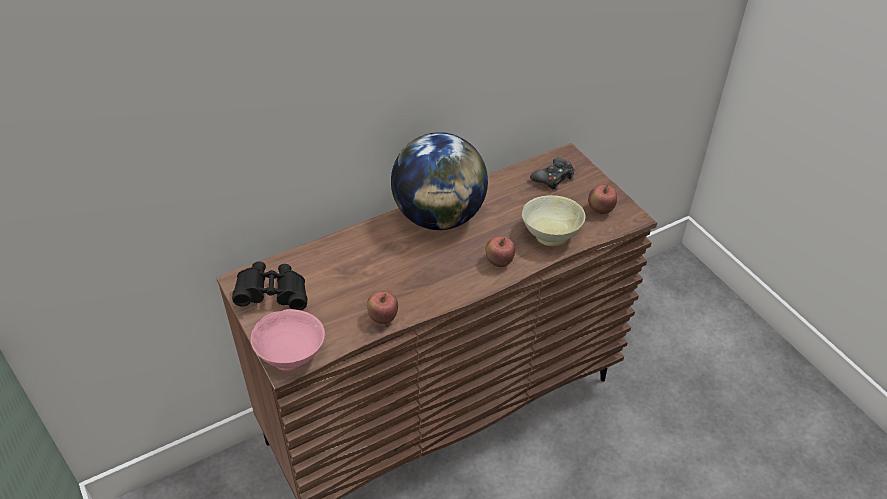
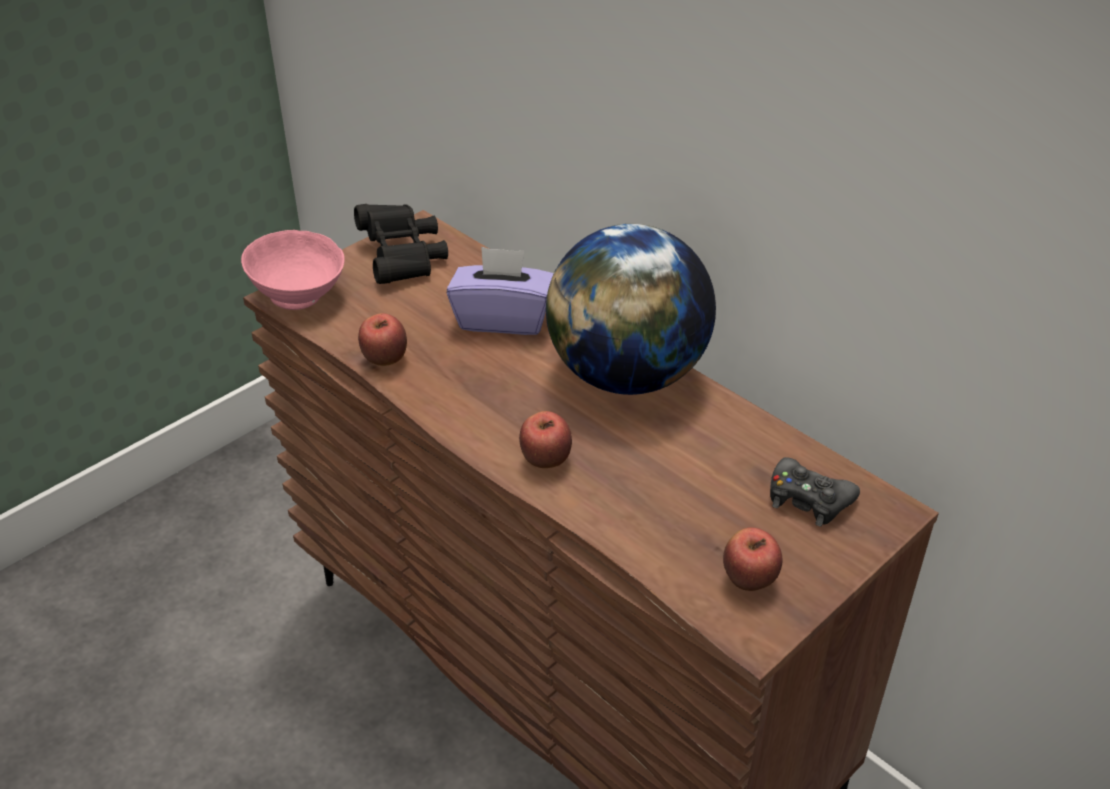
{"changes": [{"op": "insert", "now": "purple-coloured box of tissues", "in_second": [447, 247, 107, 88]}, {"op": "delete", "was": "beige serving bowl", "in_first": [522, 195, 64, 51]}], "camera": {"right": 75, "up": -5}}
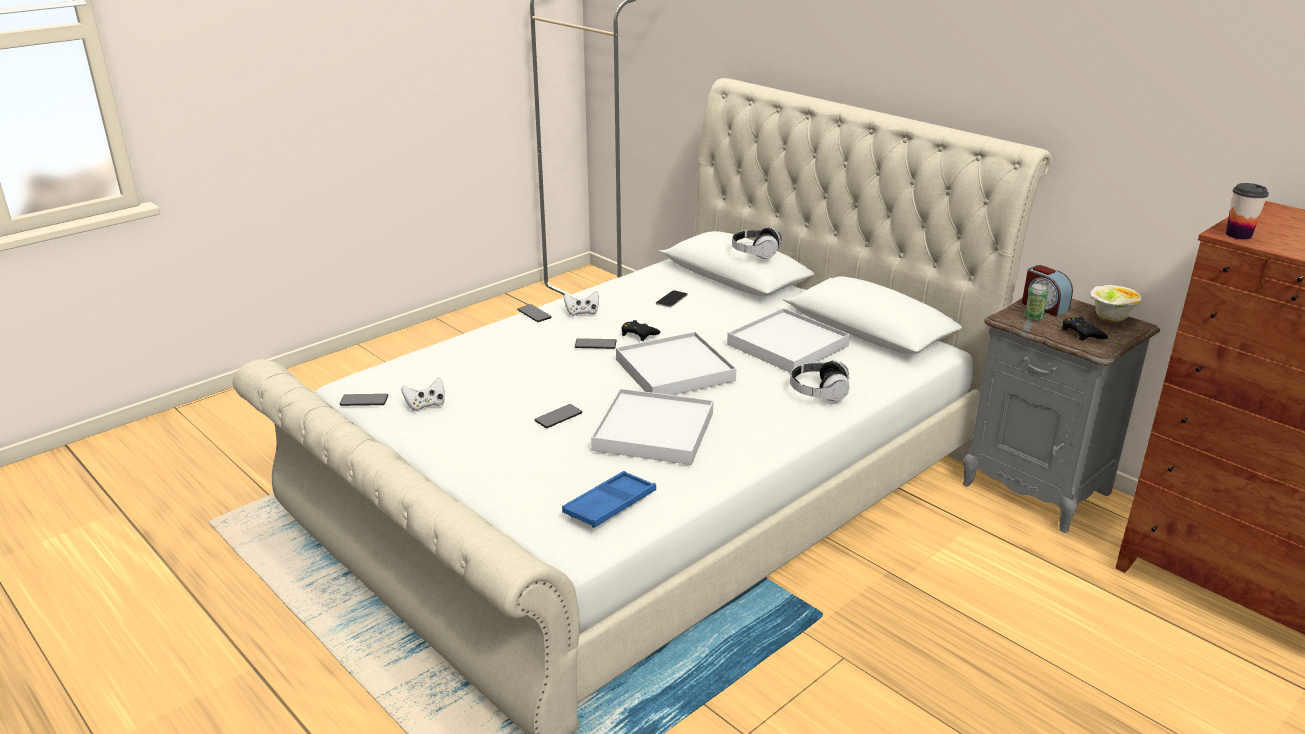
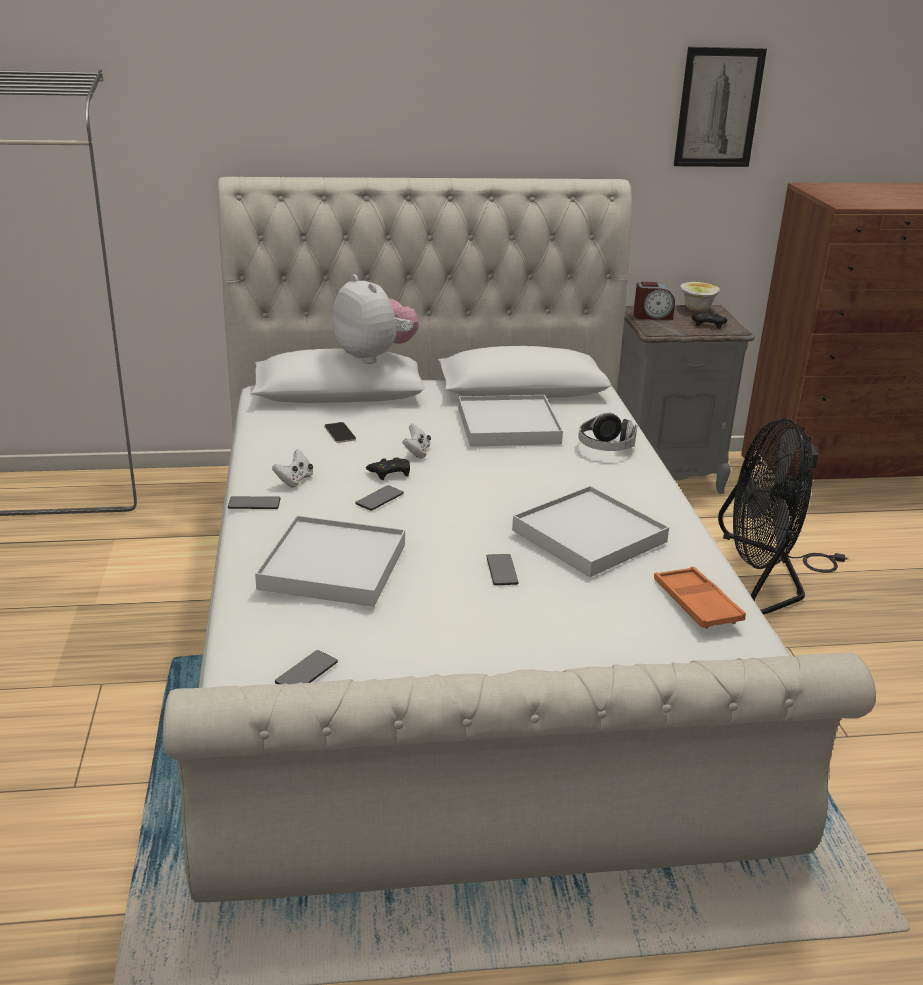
{"changes": [{"op": "move", "was": "white-coloured tray", "in_first": [616, 332, 121, 63], "in_second": [255, 515, 150, 92]}, {"op": "replace", "was": "headphones", "now": "soft toy", "in_first": [732, 227, 50, 32], "in_second": [332, 274, 87, 90]}, {"op": "move", "was": "white-coloured gamepad", "in_first": [401, 377, 44, 34], "in_second": [402, 423, 29, 35]}, {"op": "recolor", "was": "bluish tray", "now": "orange-coloured tray", "in_first": [562, 471, 94, 57], "in_second": [654, 566, 92, 63]}, {"op": "insert", "now": "wall picture", "in_second": [674, 47, 93, 120]}, {"op": "insert", "now": "blackish cooling fan", "in_second": [718, 419, 130, 196]}, {"op": "delete", "was": "sealed can", "in_first": [1025, 284, 23, 37]}, {"op": "delete", "was": "small cup", "in_first": [1226, 183, 43, 57]}], "camera": {"right": -55, "up": 0}}
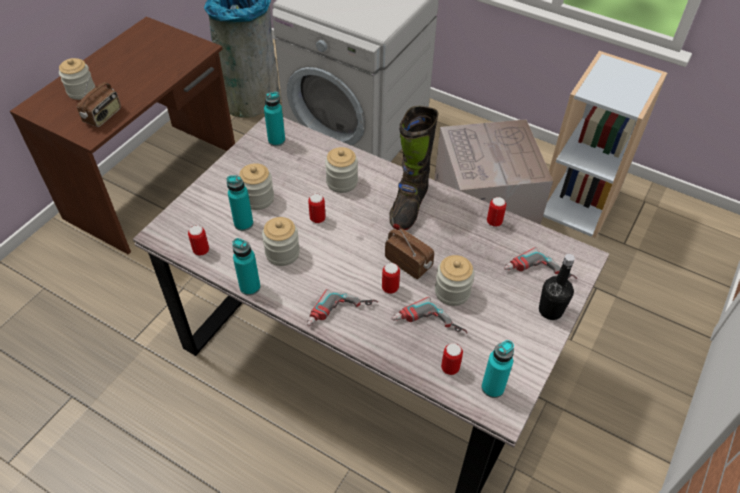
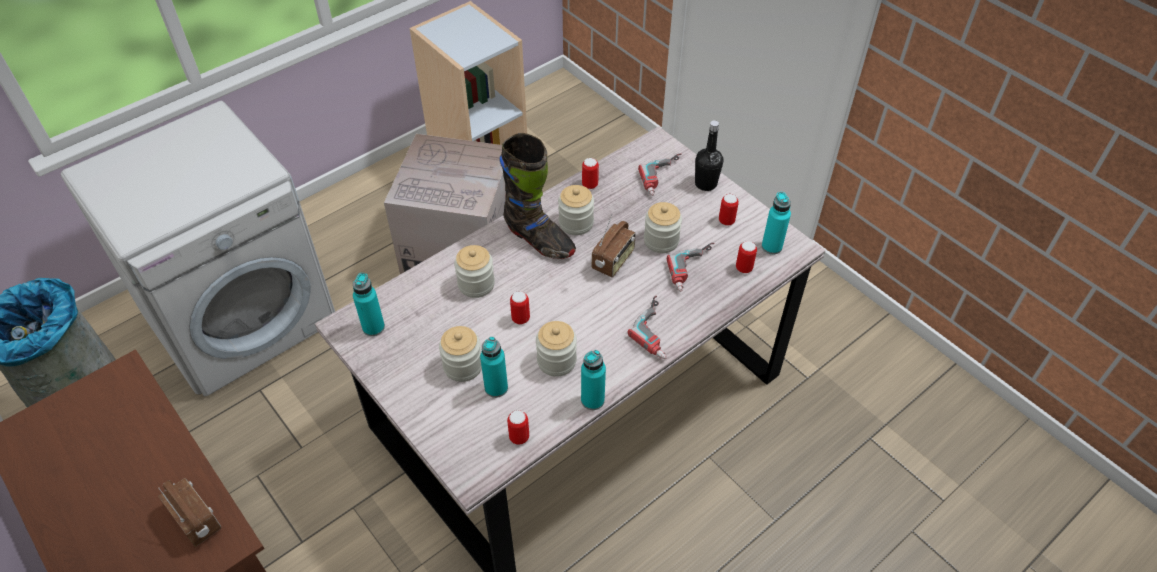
{"changes": [{"op": "move", "was": "preserve jar", "in_first": [59, 58, 36, 42], "in_second": [558, 185, 36, 50]}, {"op": "rotate", "was": "radio receiver", "in_first": [385, 228, 49, 51], "in_second": [592, 214, 43, 64], "clockwise": 150}, {"op": "move", "was": "sealed can", "in_first": [382, 263, 18, 31], "in_second": [719, 194, 20, 32]}], "camera": {"right": -70, "up": 0}}
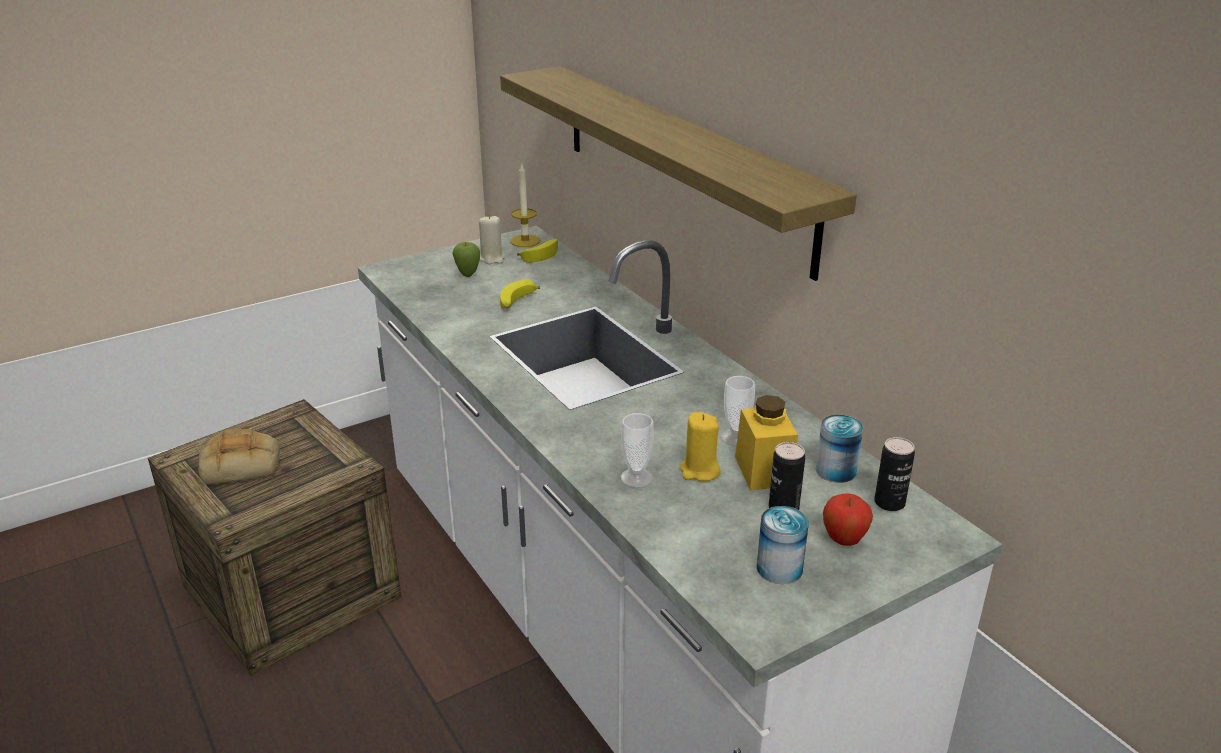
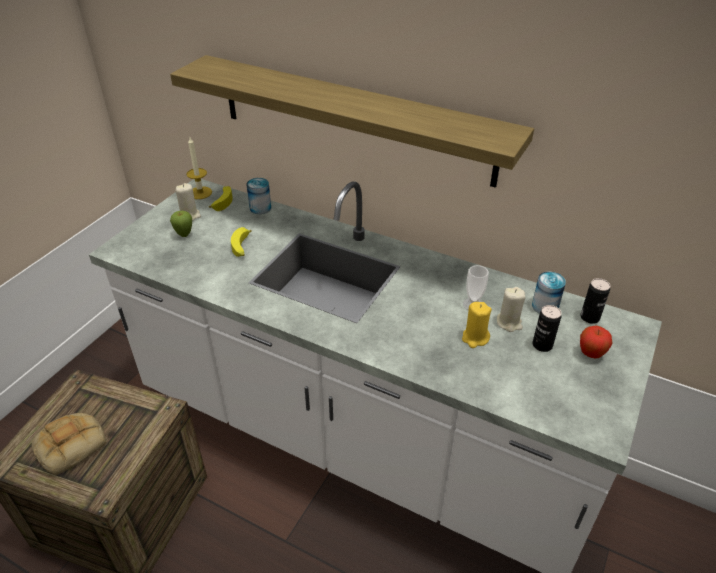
{"changes": [{"op": "move", "was": "sealed can", "in_first": [757, 506, 52, 78], "in_second": [246, 178, 25, 36]}, {"op": "replace", "was": "yellow-coloured preserve jar", "now": "beige candle", "in_first": [735, 395, 63, 95], "in_second": [497, 287, 28, 45]}, {"op": "delete", "was": "small cup", "in_first": [620, 413, 34, 75]}], "camera": {"right": -30, "up": 10}}
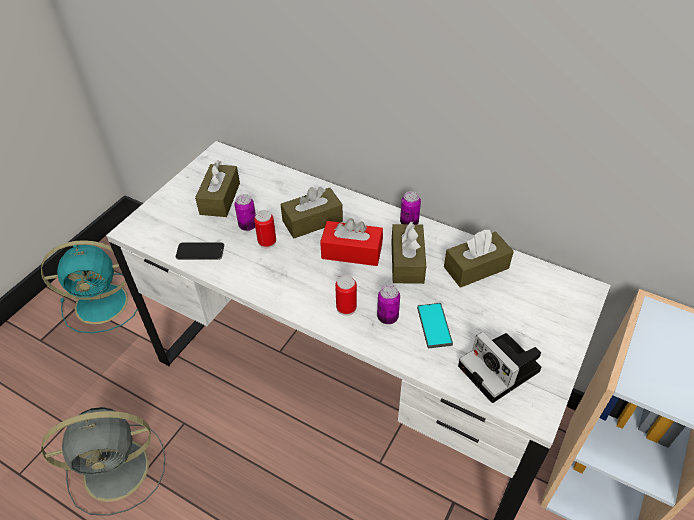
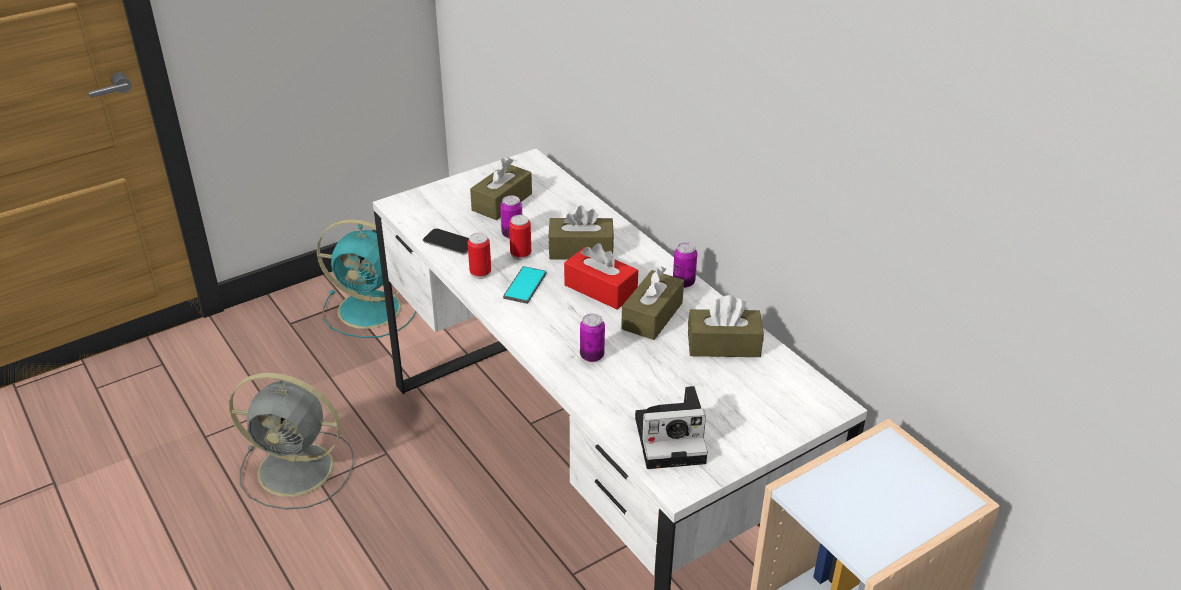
{"changes": [{"op": "move", "was": "sealed can", "in_first": [335, 275, 22, 41], "in_second": [468, 233, 23, 46]}, {"op": "move", "was": "phone", "in_first": [417, 303, 36, 45], "in_second": [503, 266, 44, 38]}, {"op": "rotate", "was": "still camera", "in_first": [458, 331, 84, 72], "in_second": [635, 386, 73, 83], "clockwise": -90}], "camera": {"right": 25, "up": -10}}
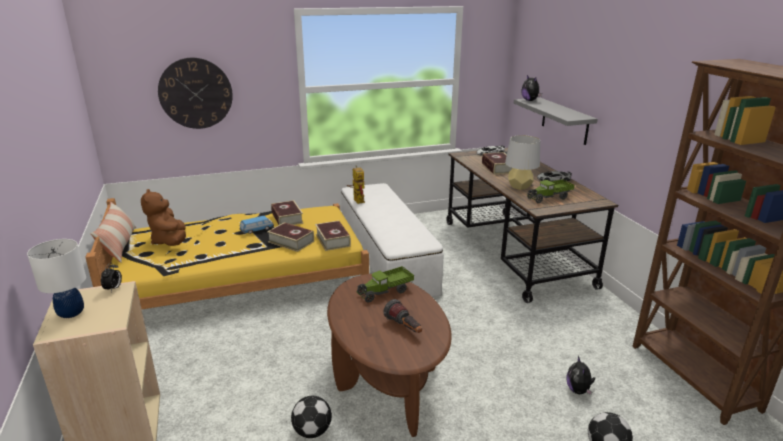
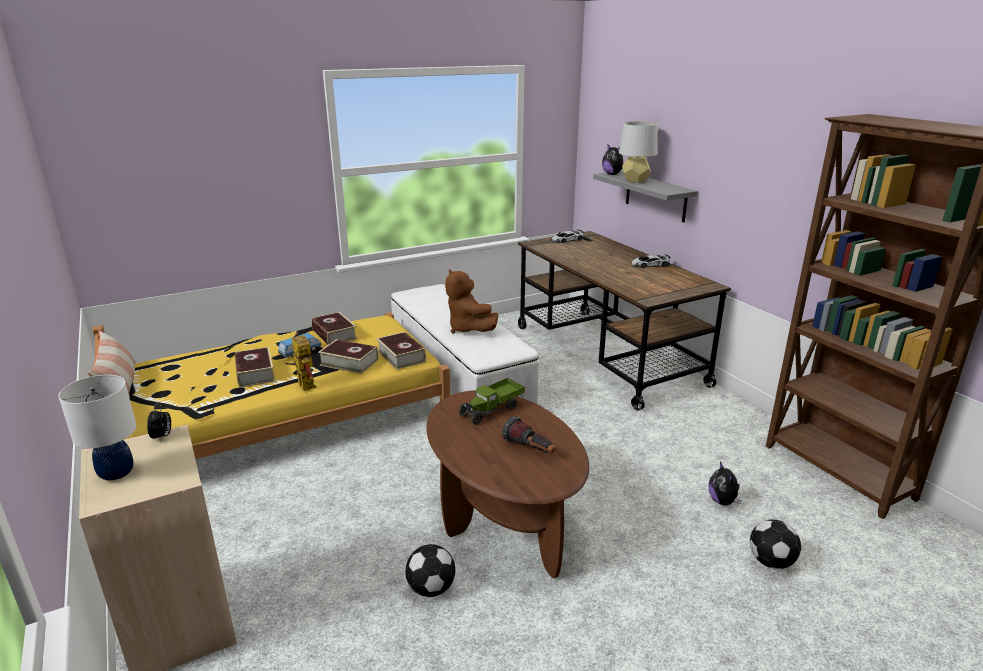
{"changes": [{"op": "move", "was": "bound book", "in_first": [482, 152, 30, 22], "in_second": [235, 347, 40, 41]}, {"op": "move", "was": "model robot", "in_first": [347, 165, 18, 39], "in_second": [285, 332, 31, 59]}, {"op": "move", "was": "brown-coloured soft toy", "in_first": [141, 189, 45, 57], "in_second": [445, 269, 53, 64]}, {"op": "move", "was": "greyish table lamp", "in_first": [505, 135, 35, 55], "in_second": [619, 122, 39, 61]}, {"op": "delete", "was": "clock on the wall", "in_first": [158, 58, 75, 71]}, {"op": "delete", "was": "toy truck", "in_first": [526, 179, 49, 24]}], "camera": {"right": -10, "up": 0}}
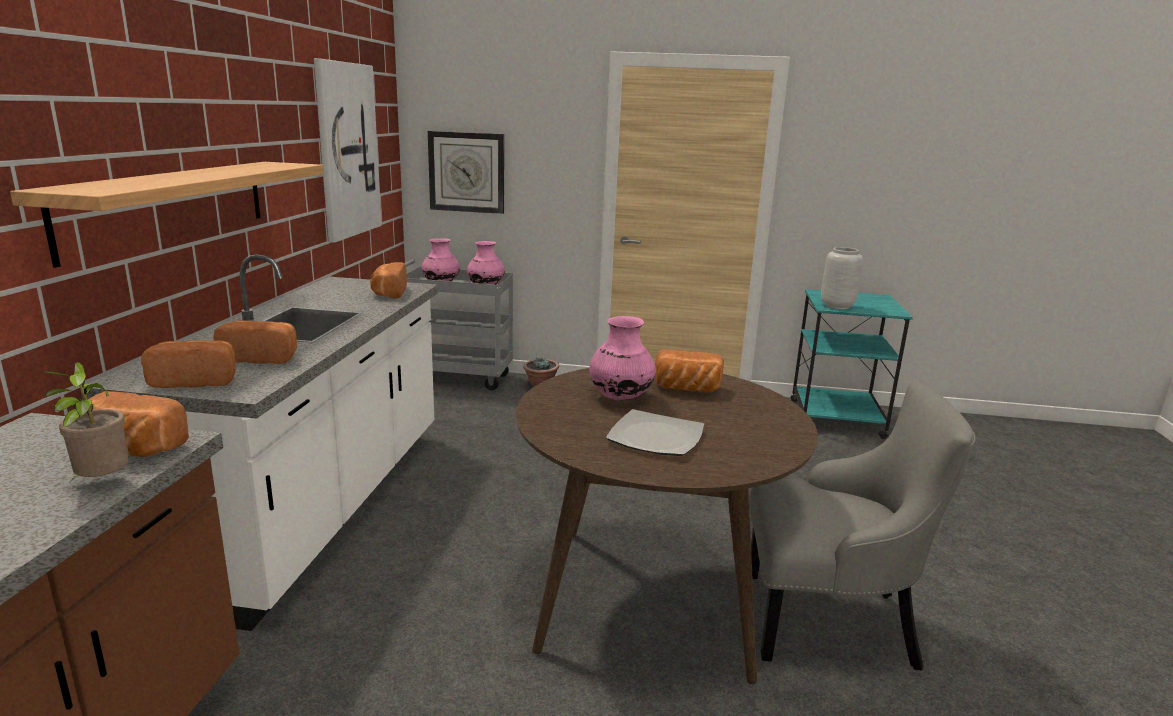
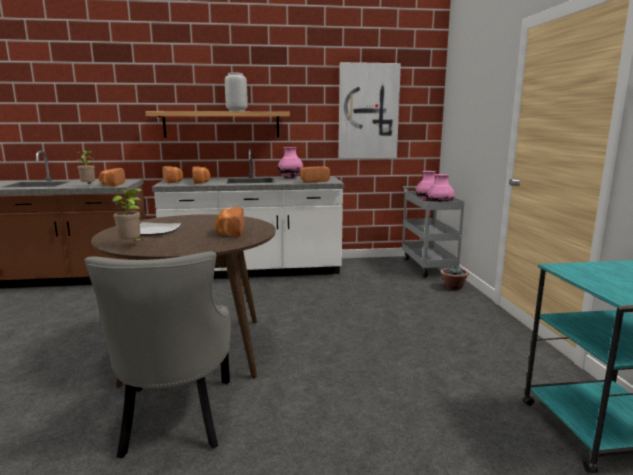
{"changes": [{"op": "insert", "now": "plant in a pot", "in_second": [112, 189, 33, 53]}, {"op": "move", "was": "greyish vase", "in_first": [821, 247, 42, 62], "in_second": [225, 73, 23, 38]}, {"op": "move", "was": "pinkish vase", "in_first": [589, 316, 67, 84], "in_second": [278, 147, 25, 31]}, {"op": "delete", "was": "clock on the wall", "in_first": [428, 131, 76, 83]}], "camera": {"right": 75, "up": -5}}
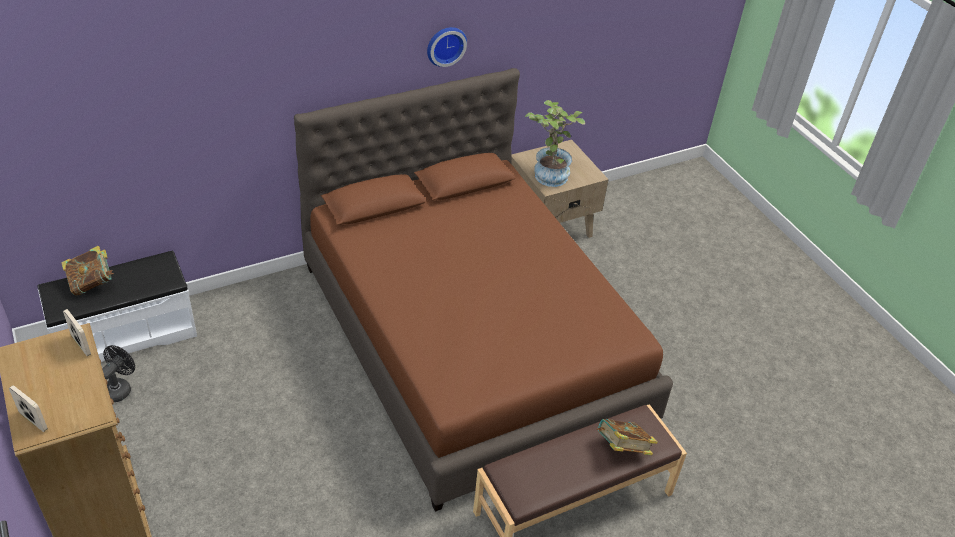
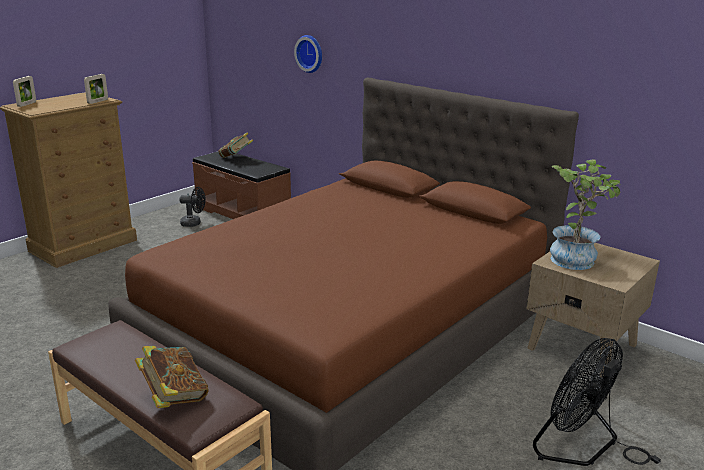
{"changes": [{"op": "recolor", "was": "white-coloured bench", "now": "brown-coloured bench", "in_first": [37, 251, 160, 111], "in_second": [192, 151, 99, 68]}, {"op": "move", "was": "clock on the wall", "in_first": [427, 27, 40, 40], "in_second": [294, 35, 28, 38]}, {"op": "insert", "now": "blackish cooling fan", "in_second": [533, 338, 129, 128]}], "camera": {"right": 70, "up": -20}}
